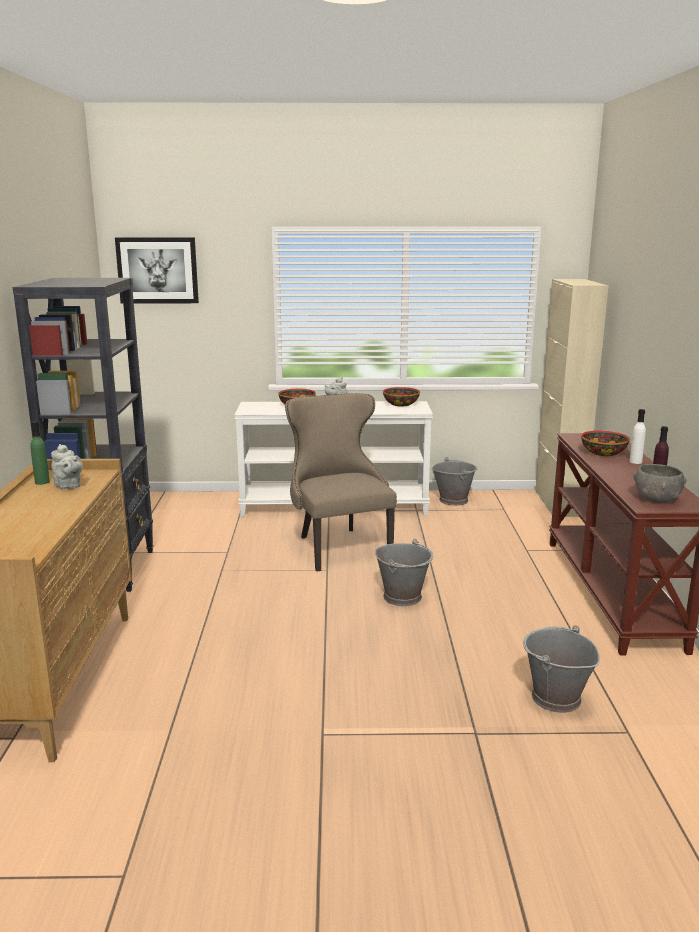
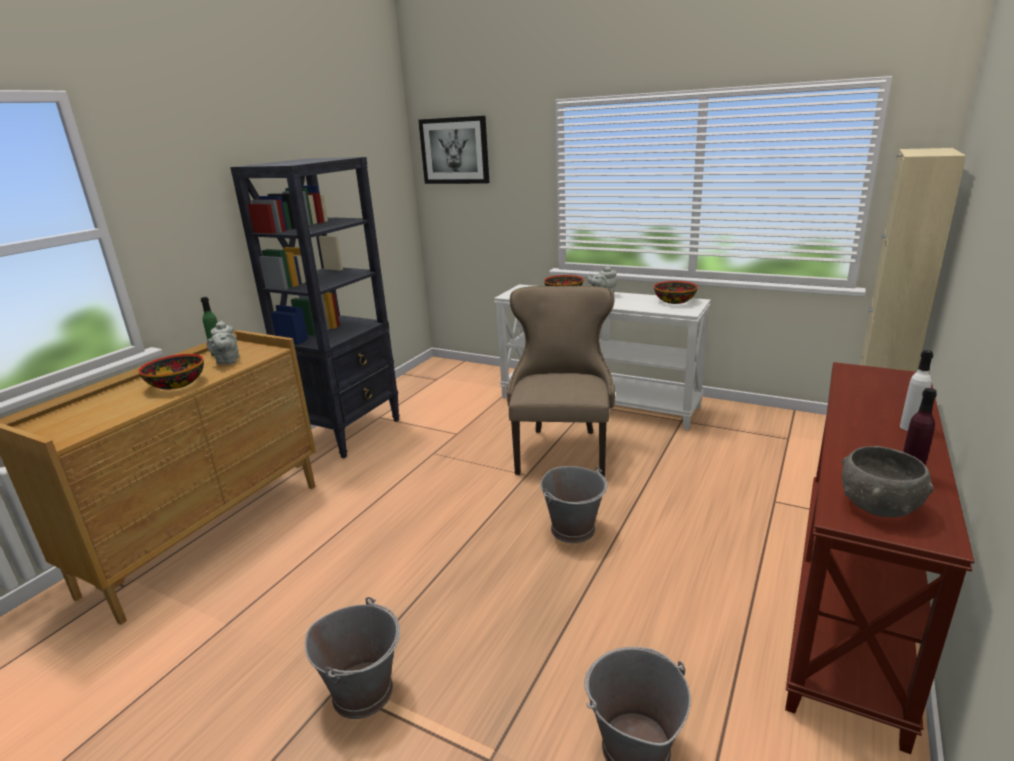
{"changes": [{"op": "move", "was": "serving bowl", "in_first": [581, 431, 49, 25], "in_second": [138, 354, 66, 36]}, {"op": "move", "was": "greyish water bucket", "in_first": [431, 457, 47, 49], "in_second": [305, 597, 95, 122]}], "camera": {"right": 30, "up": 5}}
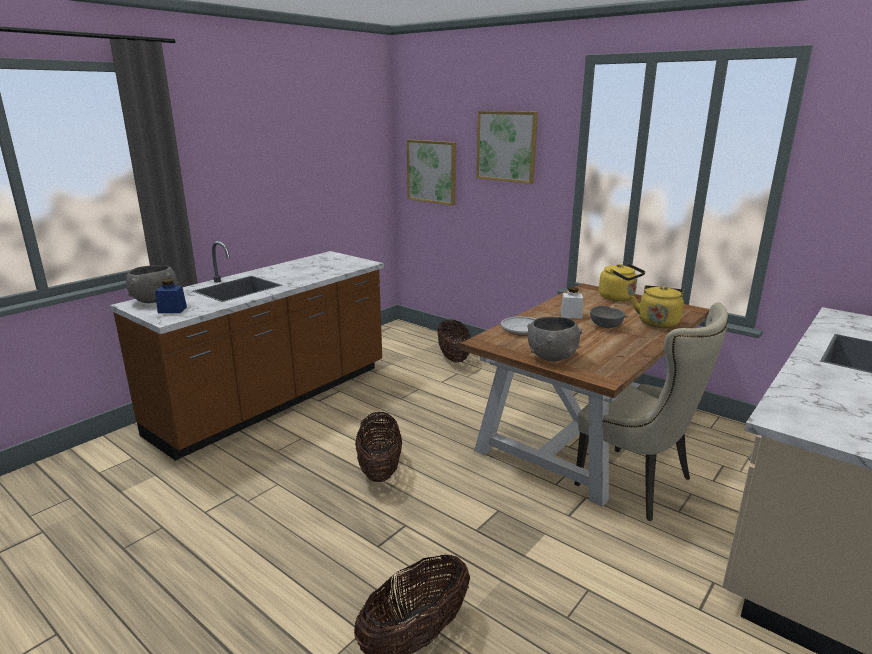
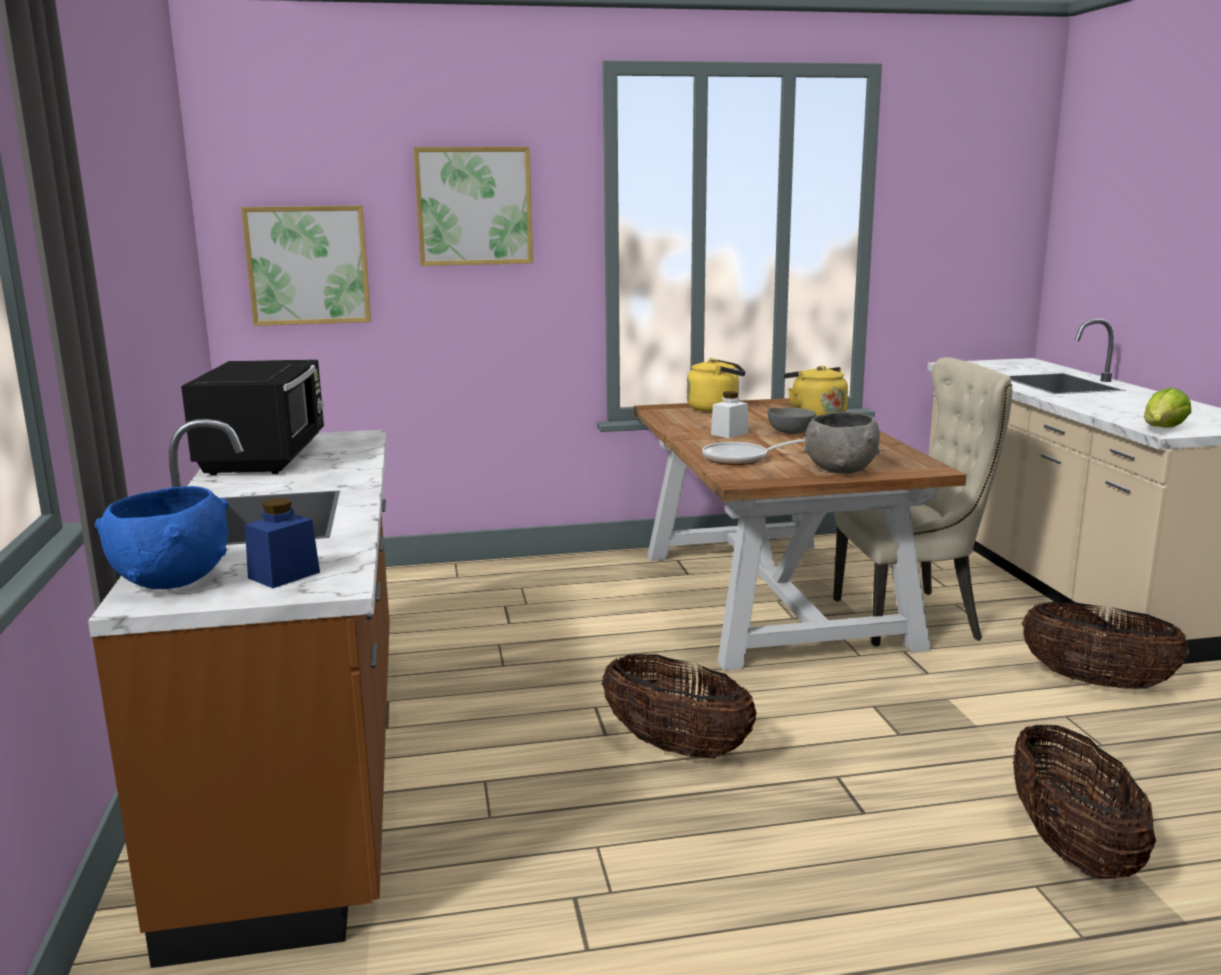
{"changes": [{"op": "recolor", "was": "greyish serving bowl", "now": "bluish serving bowl", "in_first": [126, 265, 53, 38], "in_second": [95, 486, 134, 103]}, {"op": "insert", "now": "blackish kitchen microwave", "in_second": [181, 360, 143, 116]}, {"op": "move", "was": "basket", "in_first": [437, 320, 34, 43], "in_second": [1021, 601, 168, 88]}, {"op": "insert", "now": "head of lettuce", "in_second": [1144, 387, 47, 41]}], "camera": {"right": -50, "up": -5}}
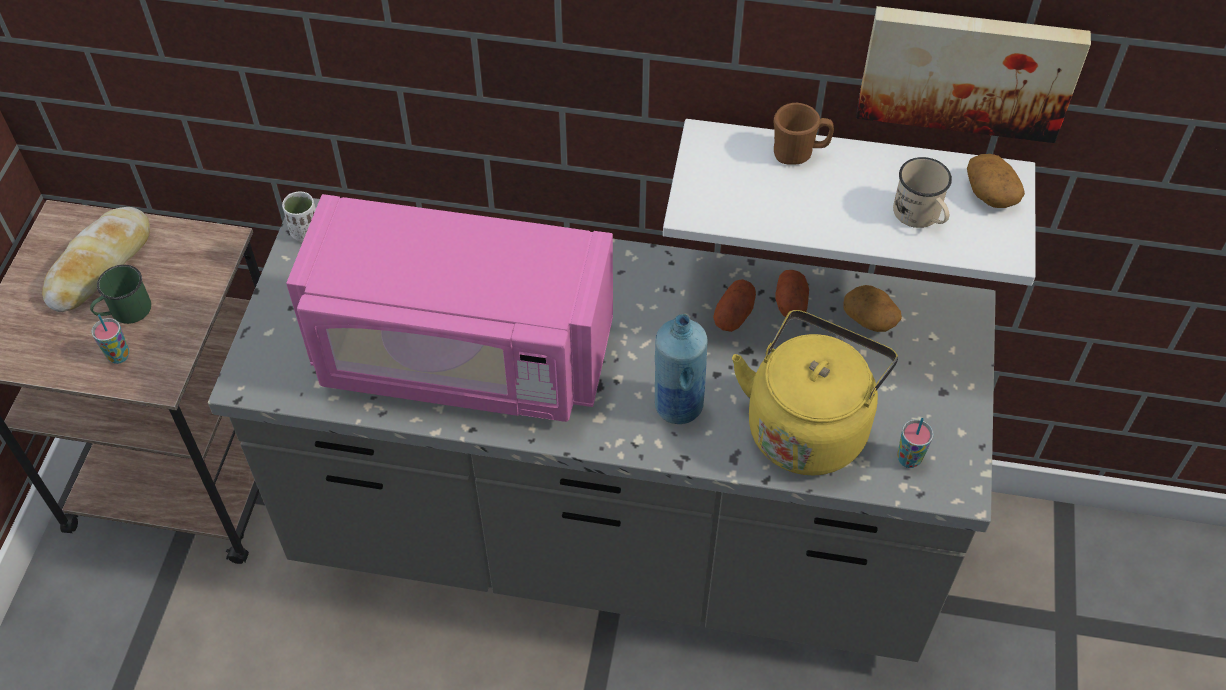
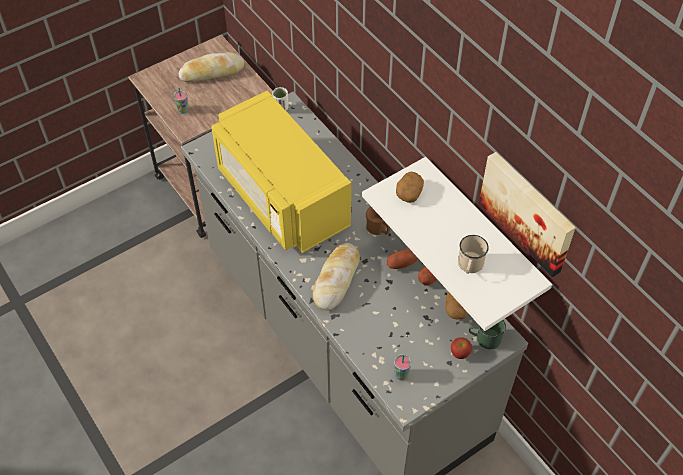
{"changes": [{"op": "recolor", "was": "pinkish kitchen microwave", "now": "yellow-coloured kitchen microwave", "in_first": [286, 194, 327, 228], "in_second": [211, 91, 140, 162]}, {"op": "replace", "was": "bluish beverage bottle", "now": "baked bread", "in_first": [655, 314, 53, 110], "in_second": [313, 243, 47, 68]}, {"op": "move", "was": "brown-coloured coffee mug", "in_first": [773, 103, 61, 62], "in_second": [366, 207, 24, 28]}, {"op": "move", "was": "whole potato", "in_first": [967, 154, 58, 54], "in_second": [396, 172, 28, 31]}, {"op": "insert", "now": "whole apple", "in_second": [451, 337, 21, 22]}, {"op": "move", "was": "green coffee mug", "in_first": [90, 265, 61, 59], "in_second": [469, 320, 37, 29]}, {"op": "delete", "was": "yellow-coloured kettle", "in_first": [732, 310, 166, 165]}], "camera": {"right": 45, "up": 0}}
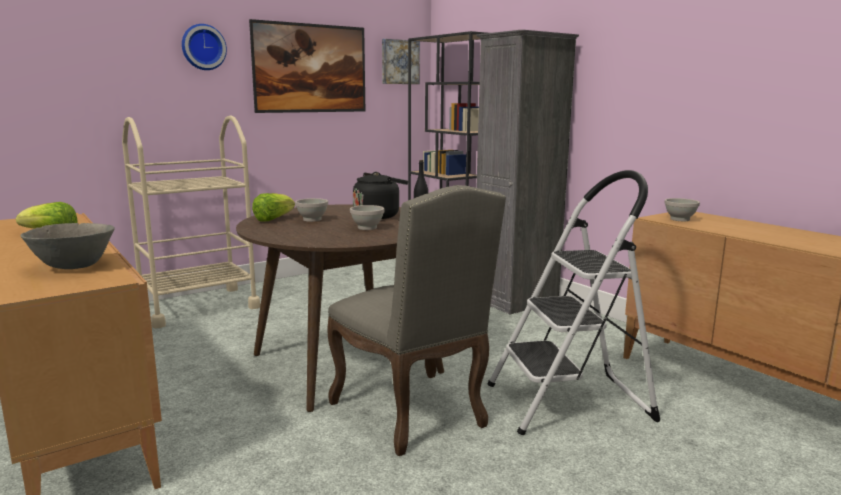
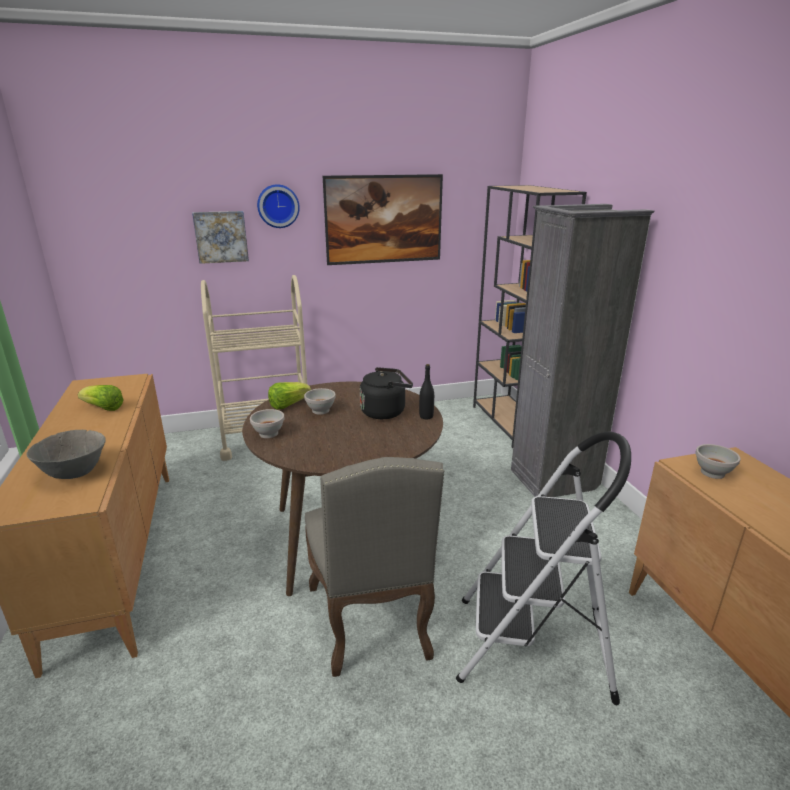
{"changes": [{"op": "move", "was": "wall picture", "in_first": [382, 39, 38, 45], "in_second": [192, 211, 57, 53]}, {"op": "move", "was": "white-coloured serving bowl", "in_first": [350, 205, 34, 25], "in_second": [250, 409, 34, 29]}], "camera": {"right": 20, "up": 10}}
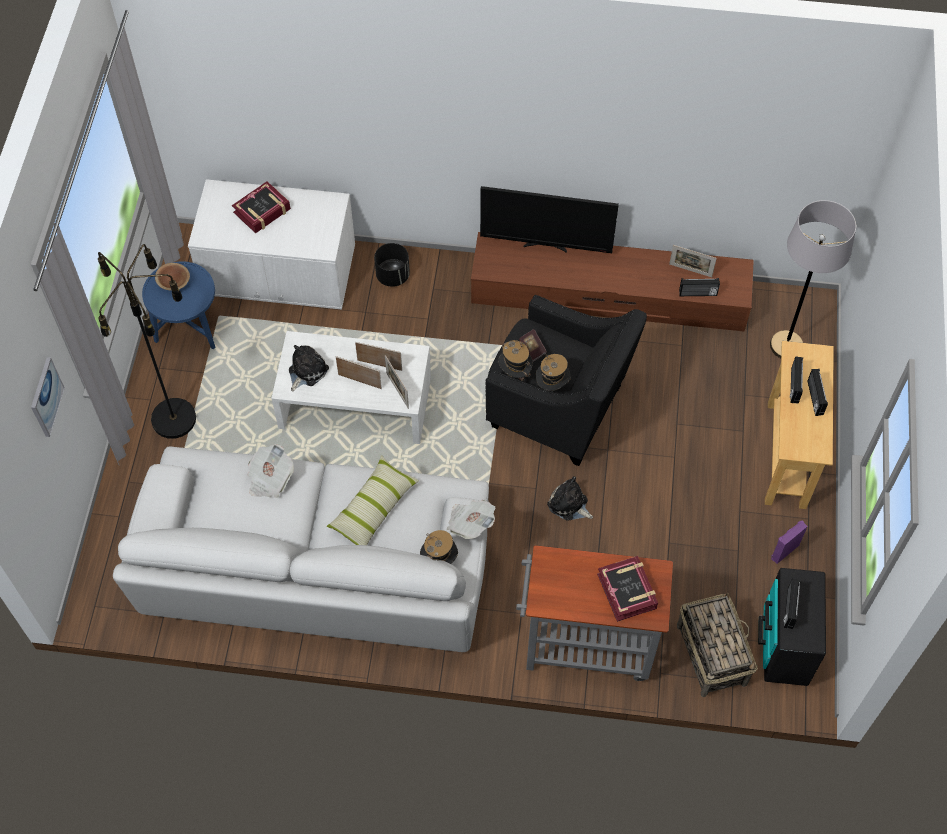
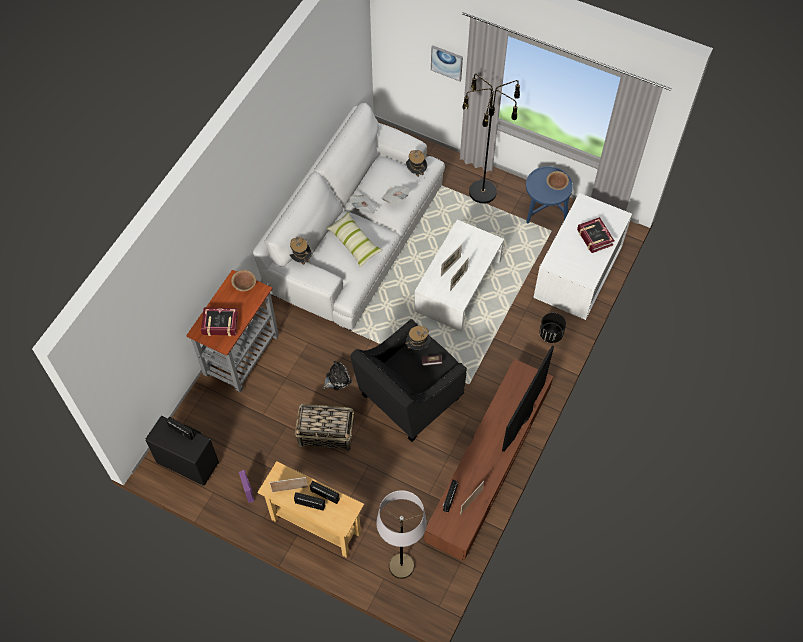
{"changes": [{"op": "insert", "now": "brown-coloured serving bowl", "in_second": [231, 270, 25, 21]}, {"op": "move", "was": "standing frame", "in_first": [385, 355, 24, 54], "in_second": [270, 477, 38, 15]}, {"op": "move", "was": "basket", "in_first": [677, 593, 81, 104], "in_second": [295, 404, 59, 47]}, {"op": "move", "was": "printed paper", "in_first": [446, 500, 49, 39], "in_second": [349, 195, 31, 18]}, {"op": "move", "was": "clothing hat", "in_first": [536, 354, 35, 37], "in_second": [406, 150, 21, 28]}, {"op": "delete", "was": "soft toy", "in_first": [289, 345, 40, 46]}], "camera": {"right": 110, "up": 0}}
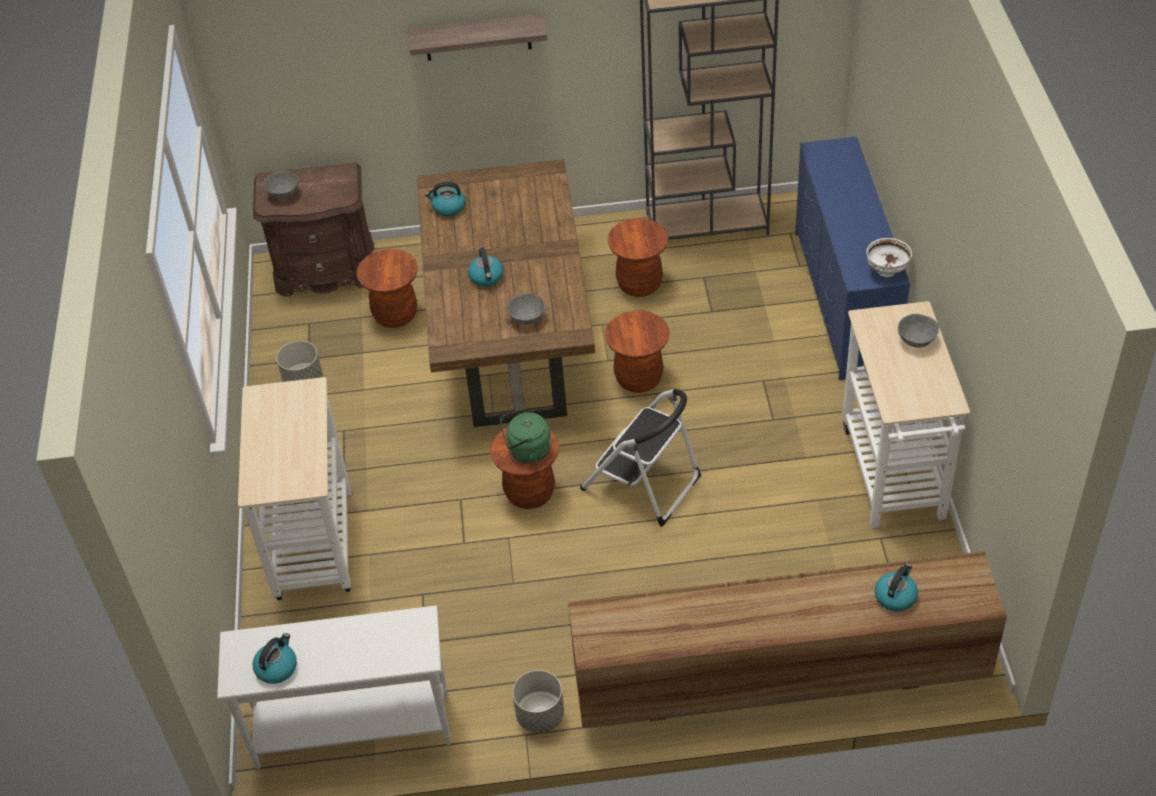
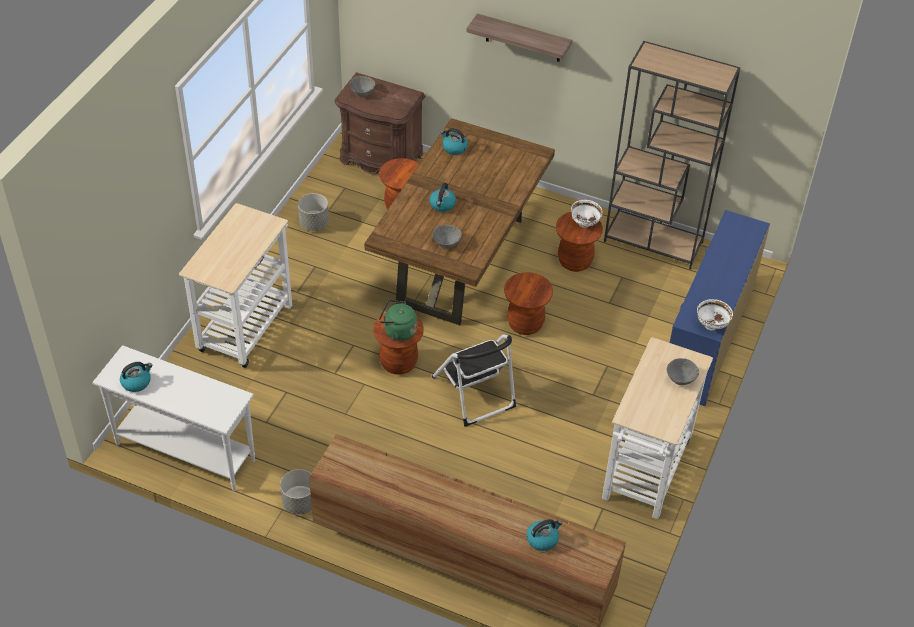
{"changes": [{"op": "insert", "now": "white-coloured serving bowl", "in_second": [571, 200, 32, 28]}], "camera": {"right": 25, "up": 0}}
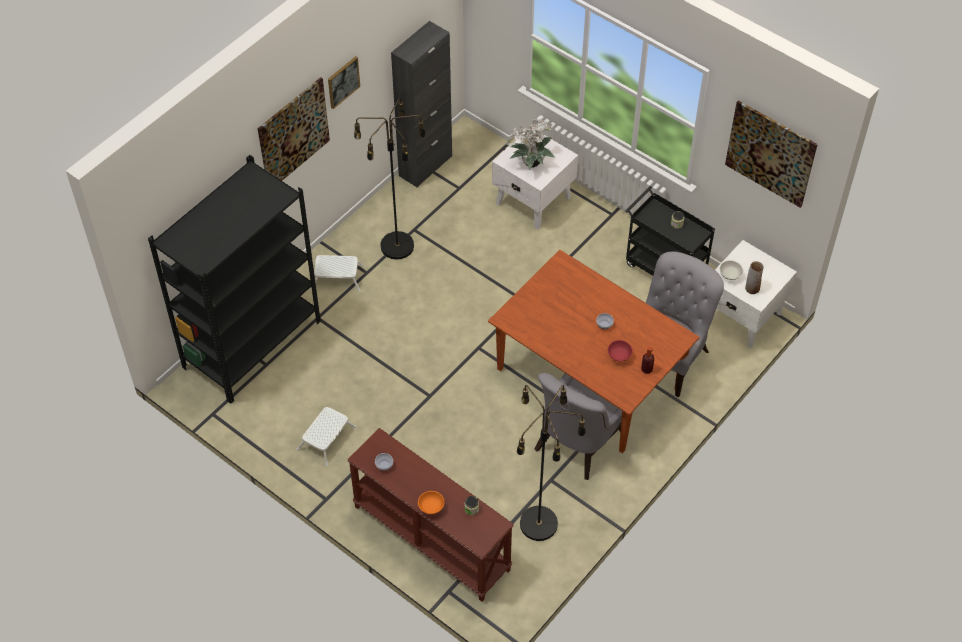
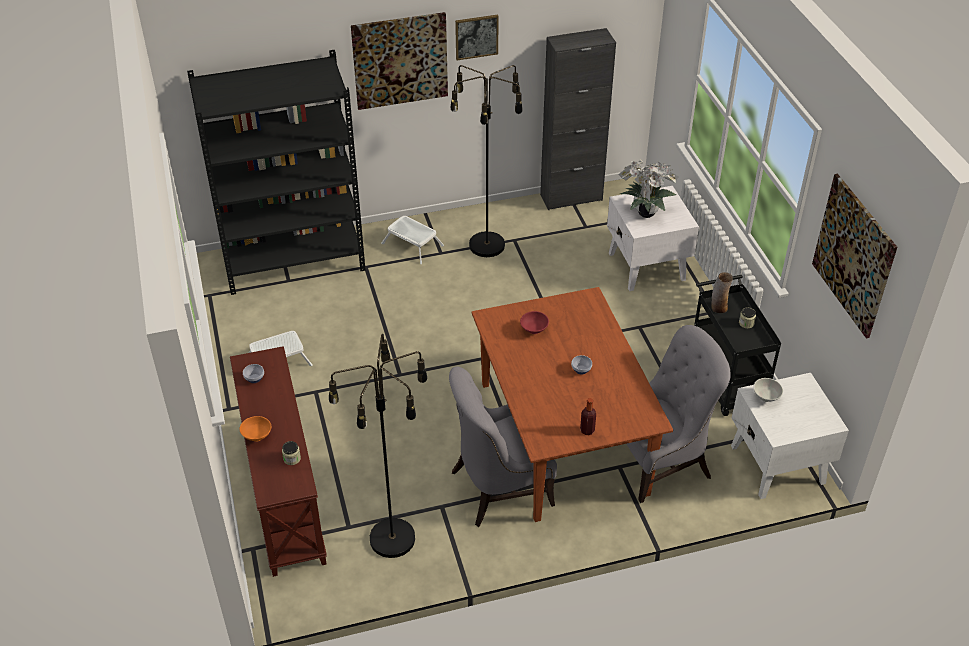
{"changes": [{"op": "move", "was": "red serving bowl", "in_first": [608, 340, 25, 22], "in_second": [520, 311, 29, 23]}, {"op": "move", "was": "vase", "in_first": [745, 261, 19, 33], "in_second": [711, 272, 22, 41]}], "camera": {"right": 35, "up": -10}}
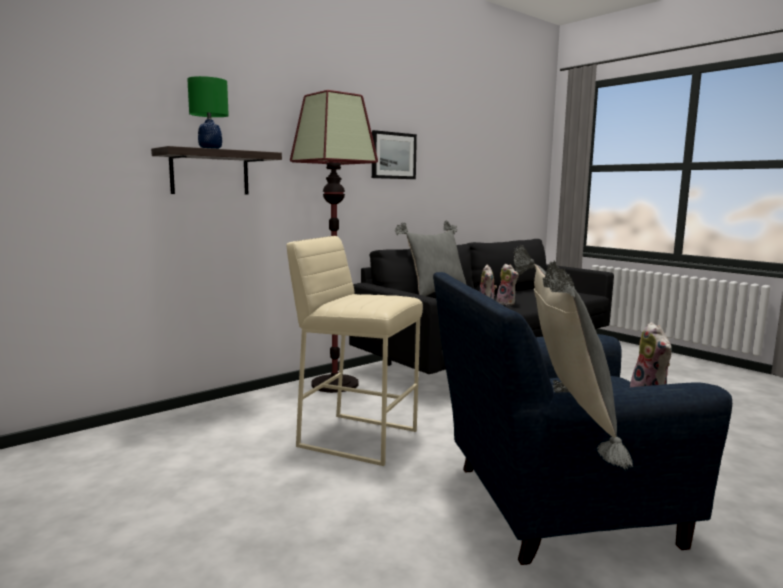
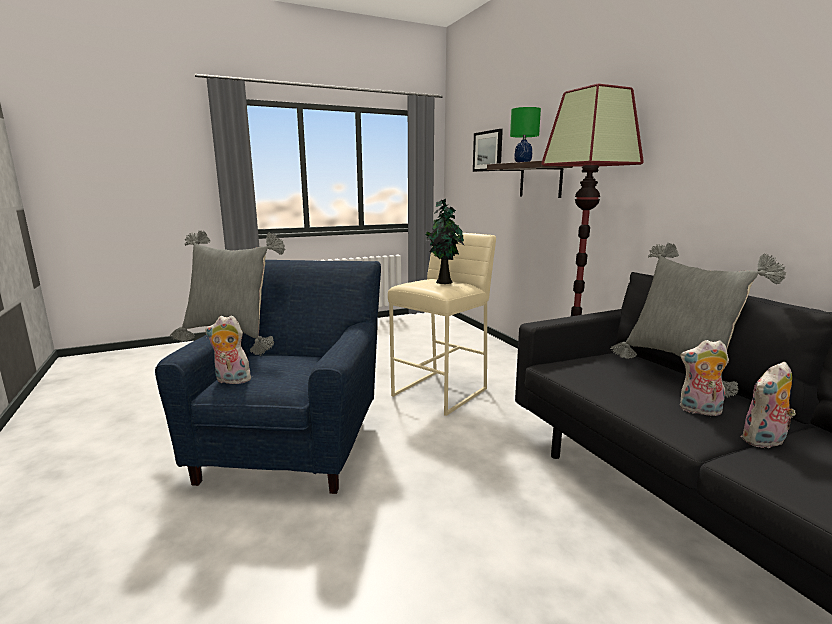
{"changes": [{"op": "insert", "now": "plant in a pot", "in_second": [426, 199, 39, 85]}, {"op": "move", "was": "wall picture", "in_first": [372, 130, 45, 49], "in_second": [473, 129, 30, 43]}], "camera": {"right": 105, "up": 5}}
